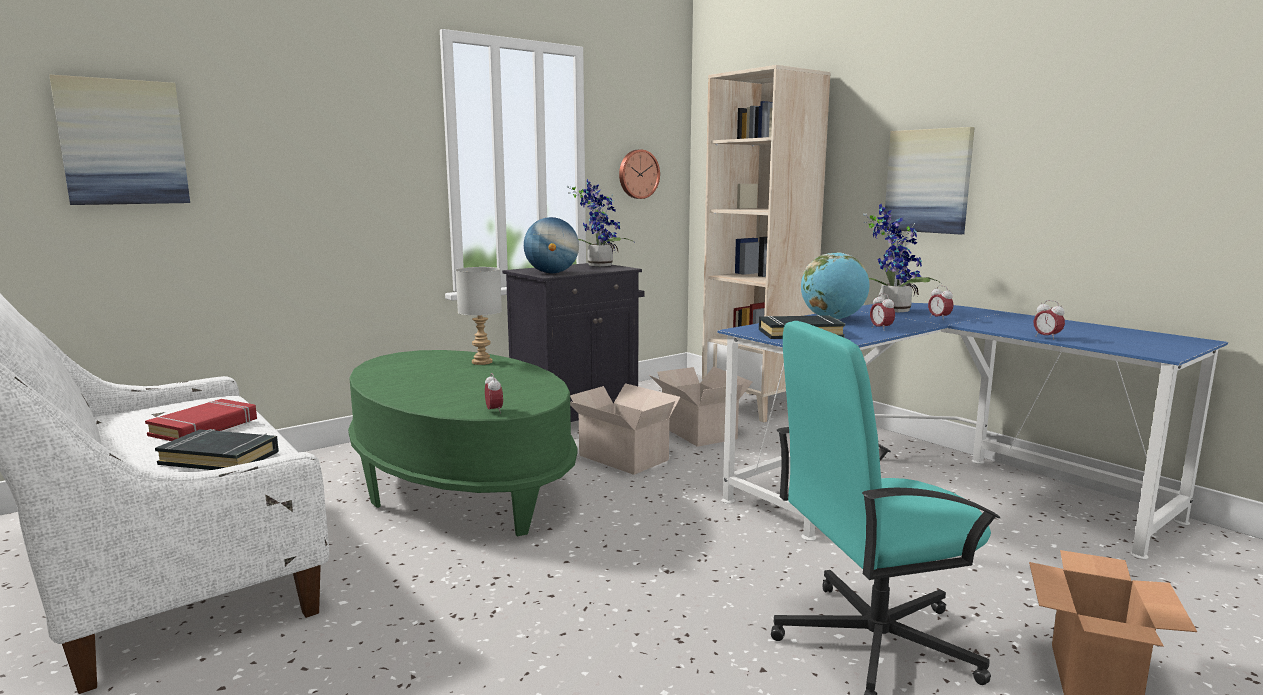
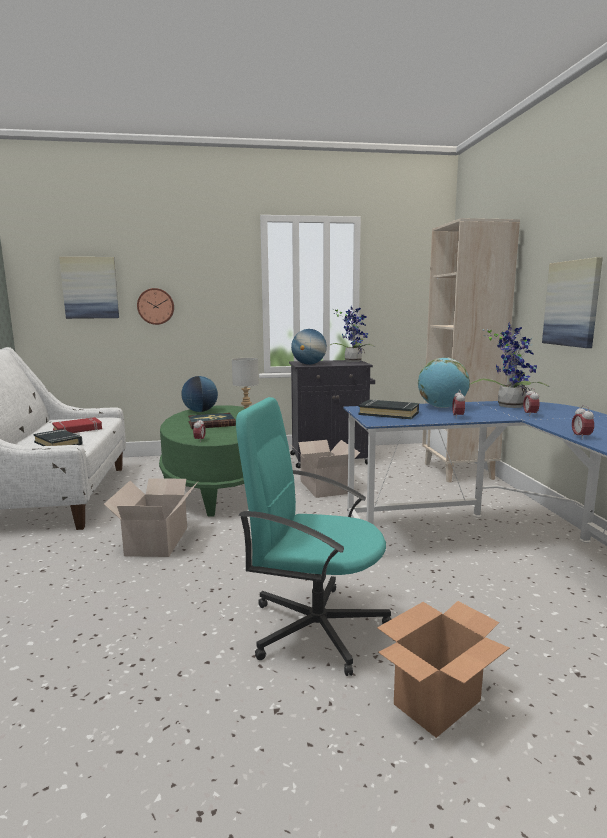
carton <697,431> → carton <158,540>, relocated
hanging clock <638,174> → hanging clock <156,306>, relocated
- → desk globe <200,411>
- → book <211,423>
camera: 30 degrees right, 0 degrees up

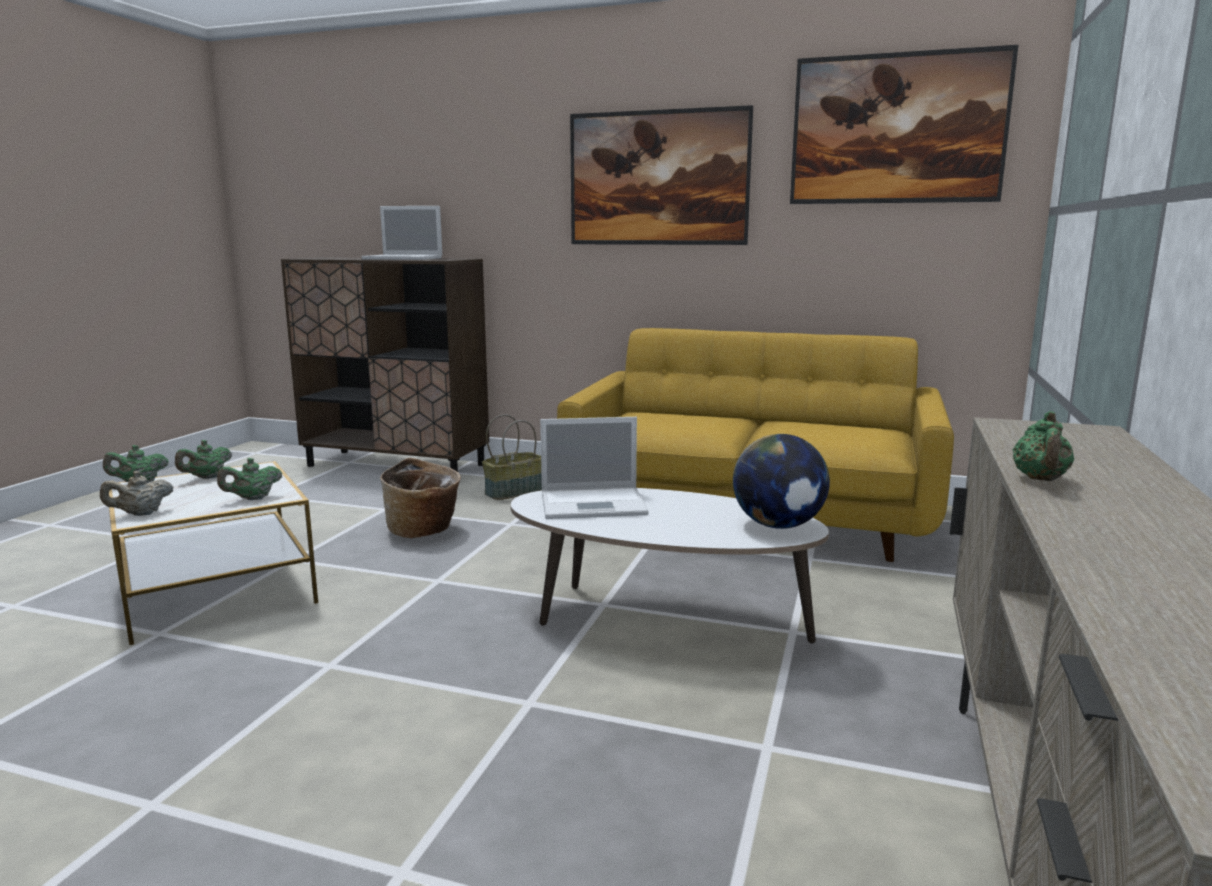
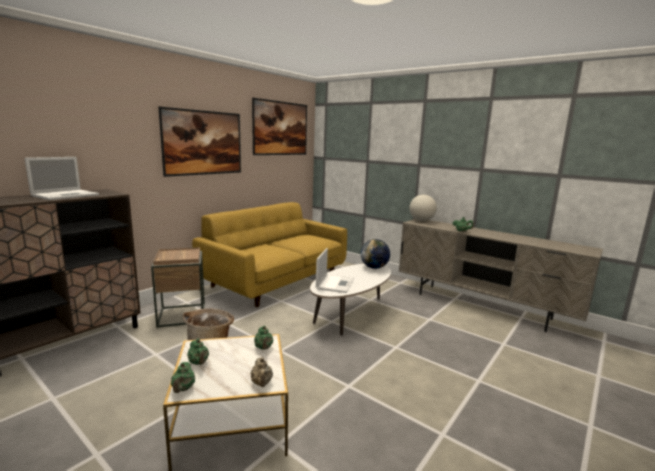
basket <514,491> → brown end table <182,315>
- → desk globe <421,220>
camera: 70 degrees left, 0 degrees up

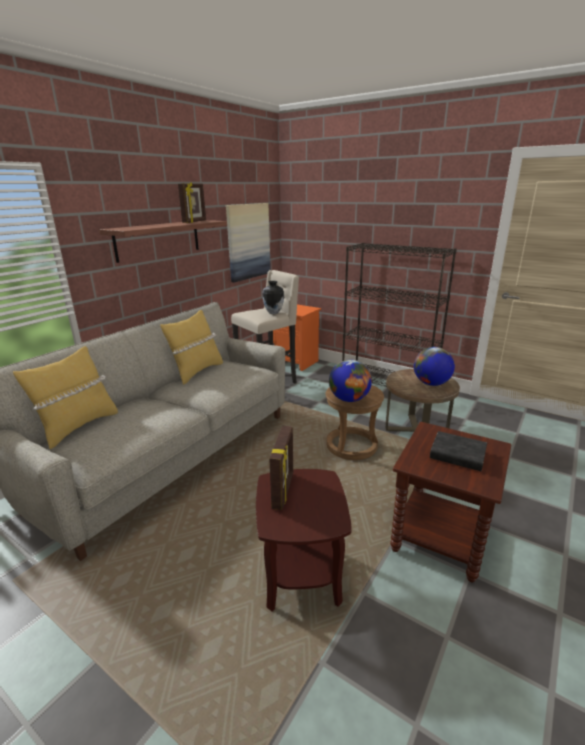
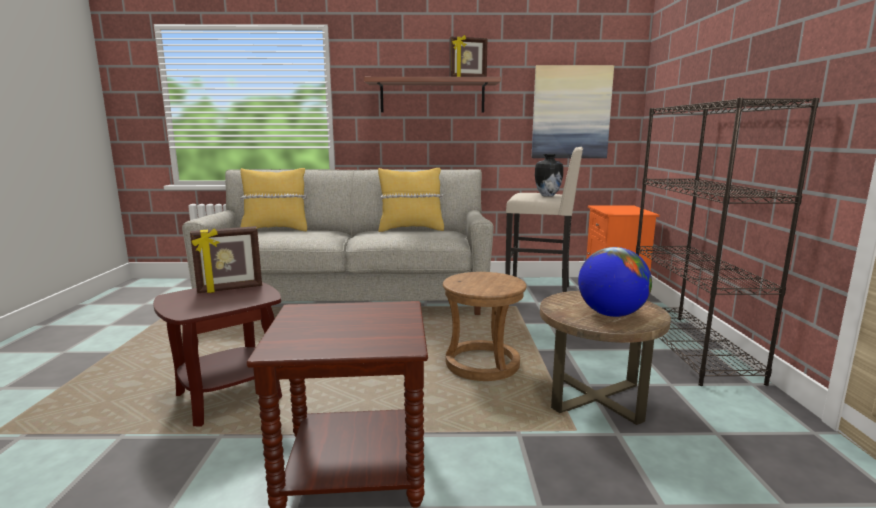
desk globe <349,399> → -
blackish book <457,455> → -
camera: 55 degrees right, 10 degrees down

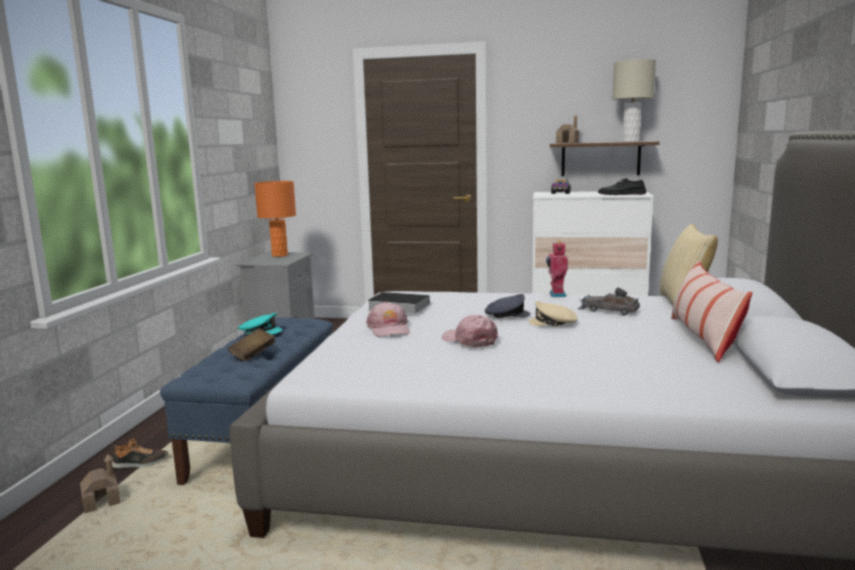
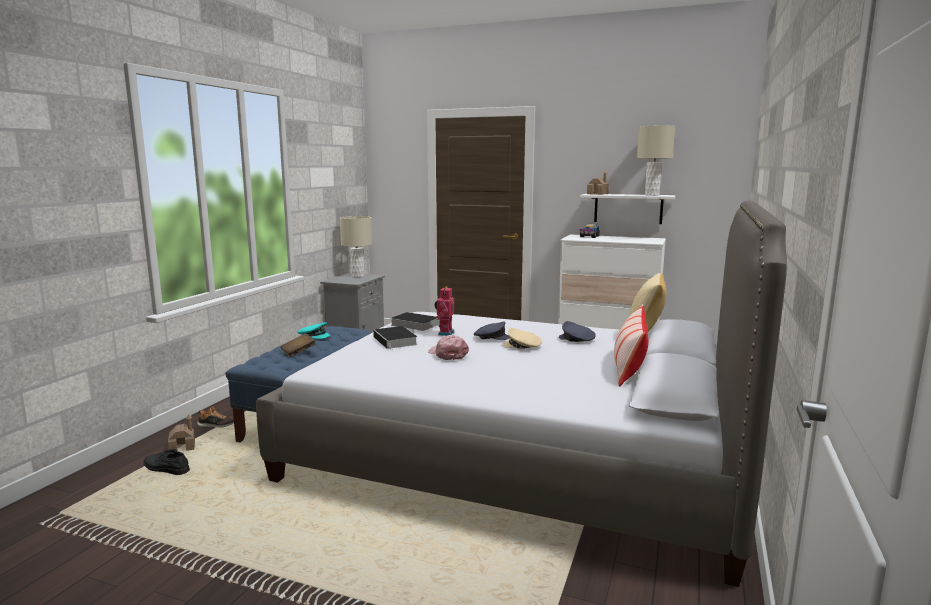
blackish shoe <621,194> → blackish shoe <165,468>, relocated
orangey tabletop lamp <279,255> → sand-coloured tabletop lamp <357,276>
pinkish cap <389,329> → book <396,341>
toy robot <556,295> → toy robot <445,333>, relocated
gray miniature car <608,310> → gray cap <576,339>
brown bracket shelf <600,159> → white bracket shelf <628,208>
camera: 10 degrees right, 0 degrees up

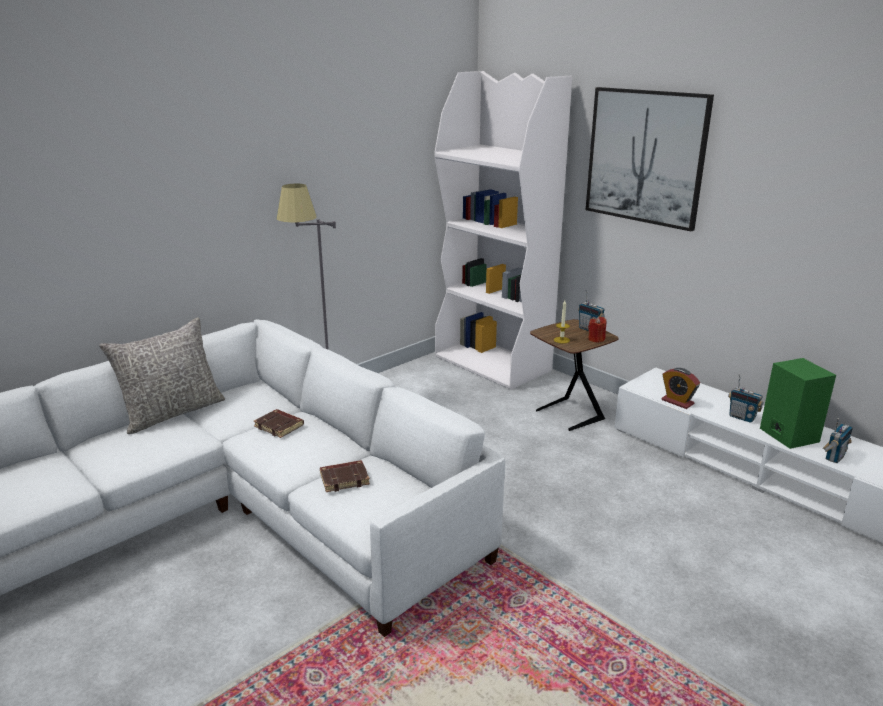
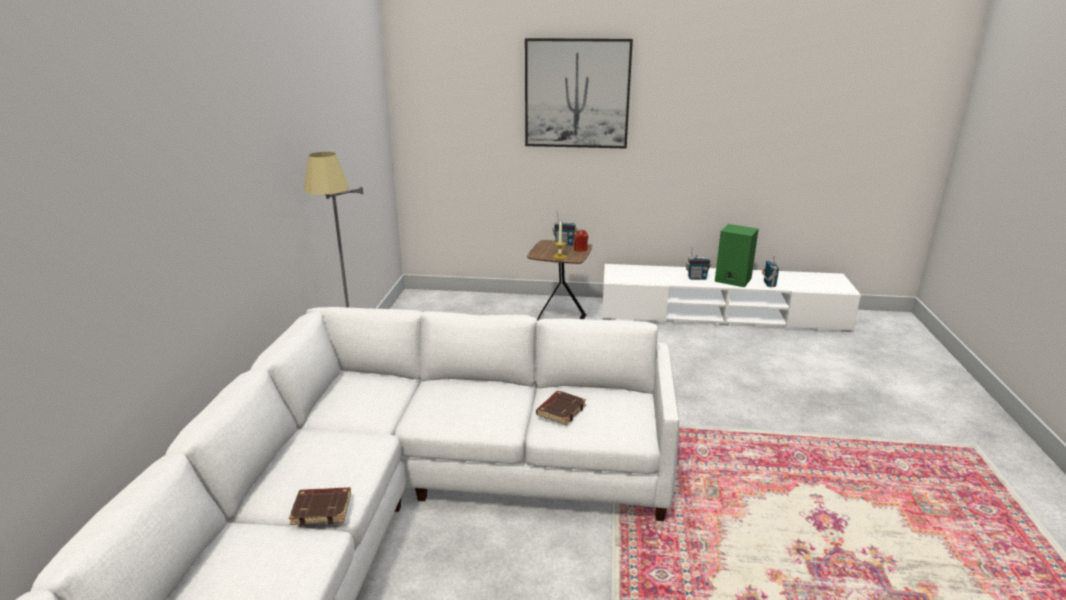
brown book <280,426> → brown book <322,509>, relocated
gray throw pillow <172,412> → -
white bookcase <493,363> → -
bedside clock <677,402> → -
camera: 40 degrees left, 0 degrees up

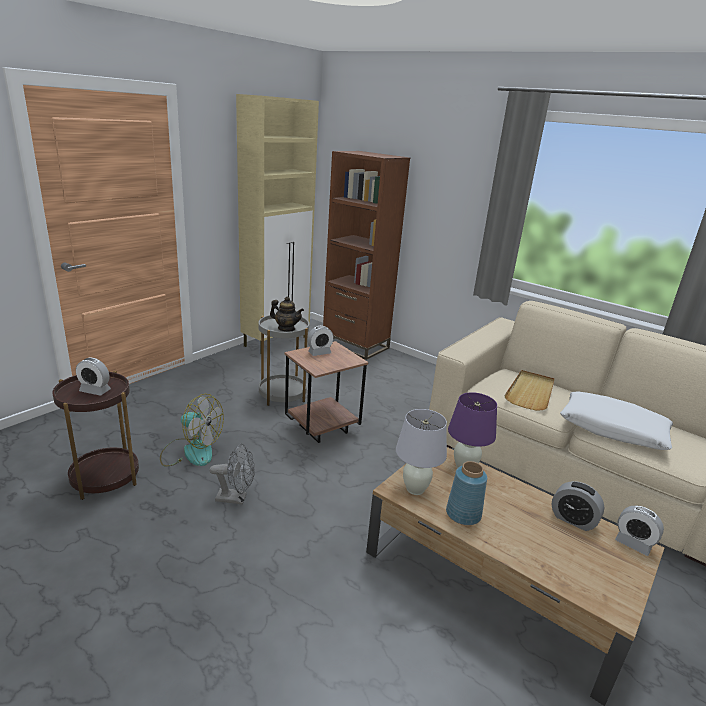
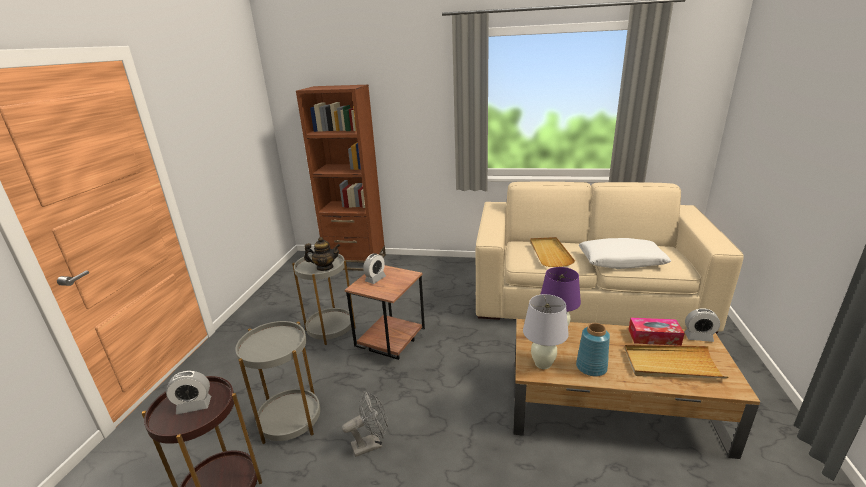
cooling fan <191,451> → gray end table <290,421>
- → sand-coloured serving tray <671,364>
bedside clock <573,520> → tissue holder <654,337>
sand-coloured storage cabinet <276,341> → -
camera: 25 degrees left, 0 degrees up

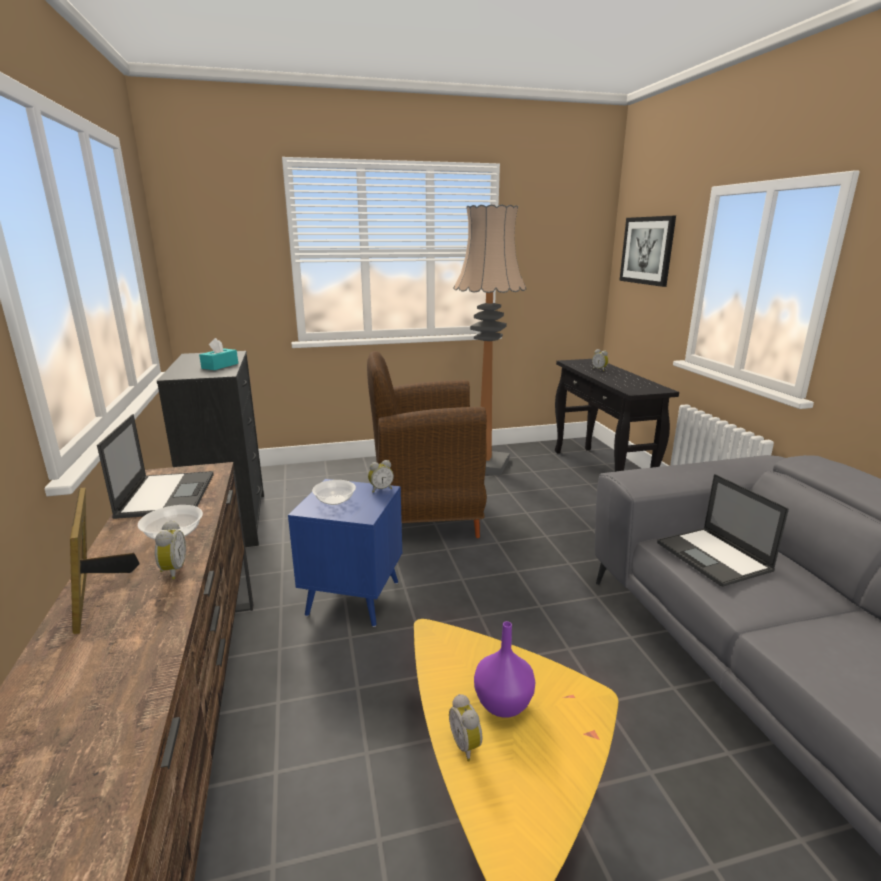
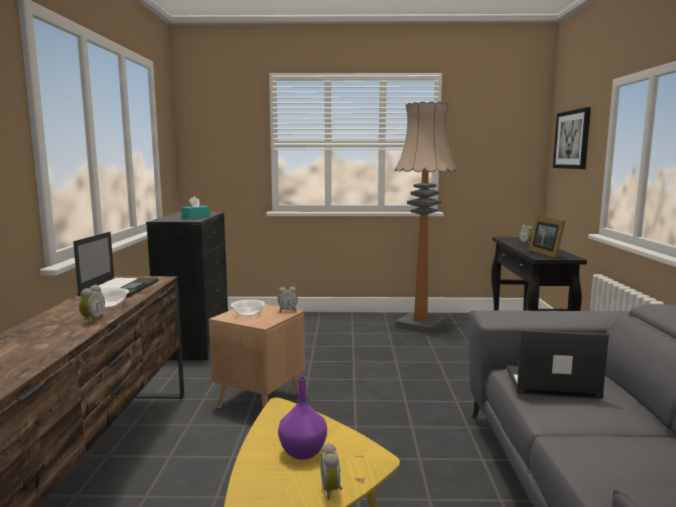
bluish end table <353,598> → brown end table <260,401>
bedside clock <467,745> → bedside clock <332,490>, relocated
laptop <714,557> → laptop <550,382>, 105 degrees clockwise
photo frame <98,593> → photo frame <546,254>, relocated
brown armchair <426,515> → -
camera: 15 degrees right, 10 degrees down

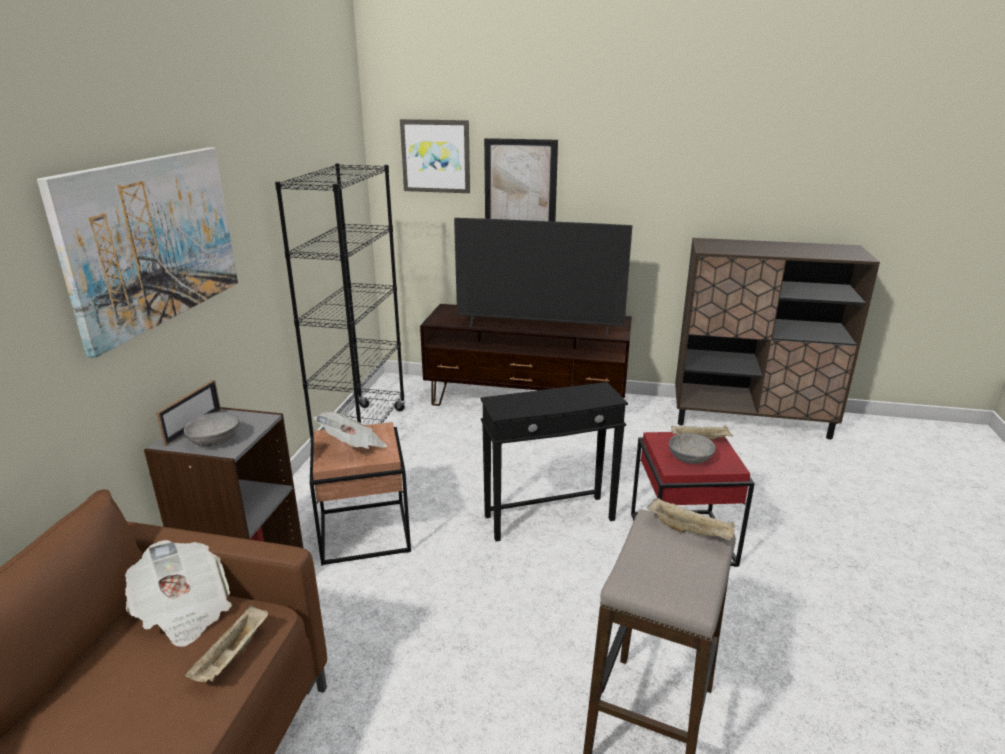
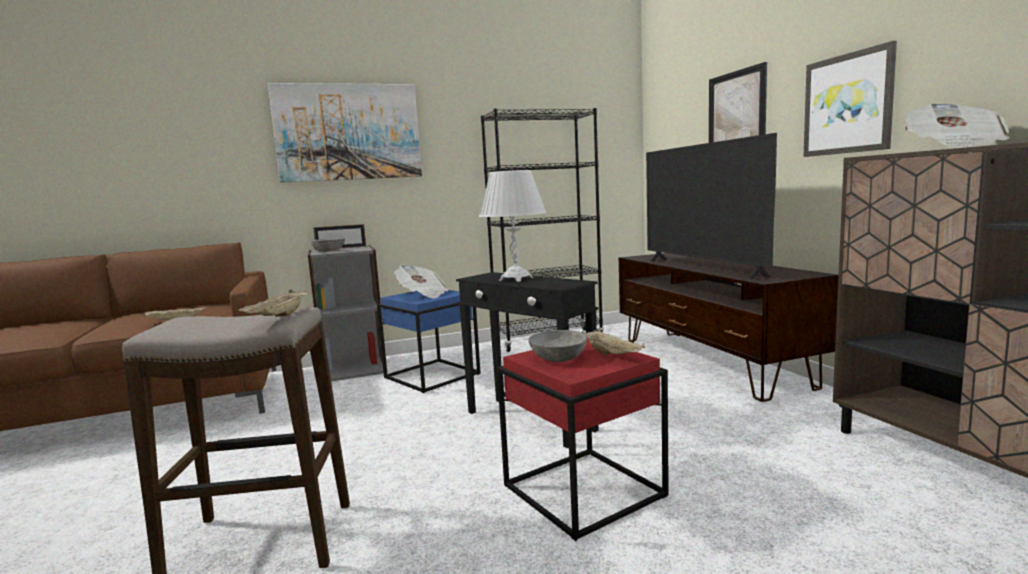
brown end table <365,532> → bluish end table <432,376>
- → white tabletop lamp <516,279>
picture <436,156> → picture <848,104>, relocated
printed paper <184,611> → printed paper <953,149>, relocated
camera: 60 degrees right, 15 degrees down

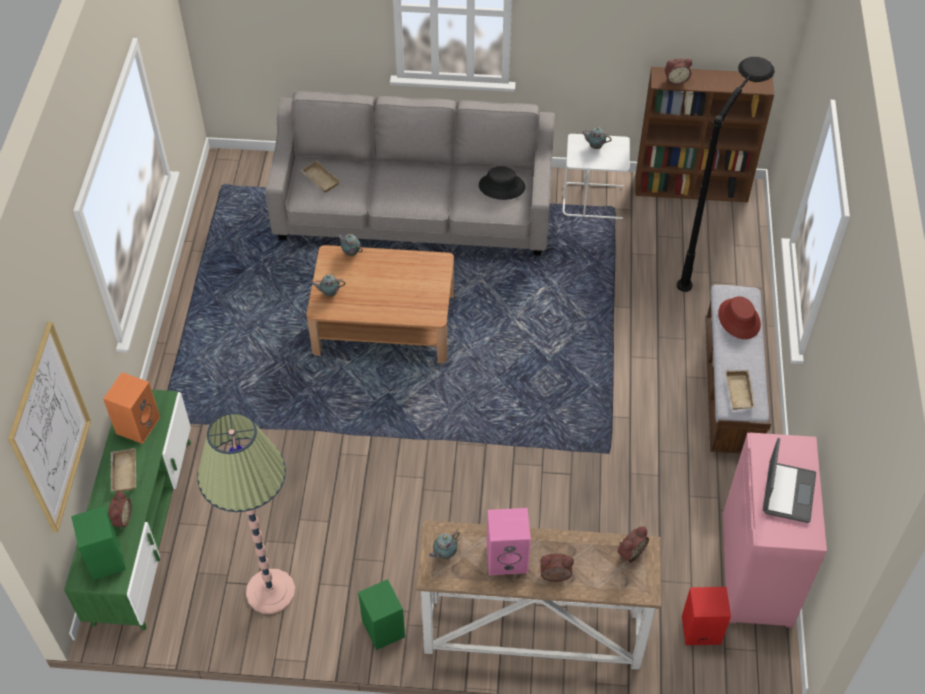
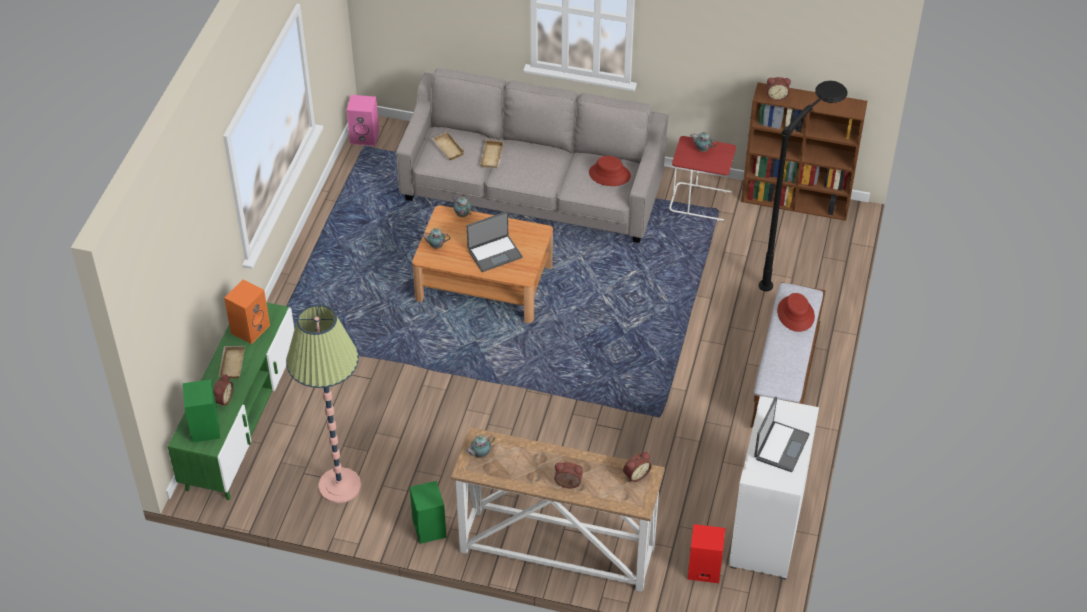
pinkish audio speaker <508,557> → pinkish audio speaker <365,136>, relocated
- → laptop <494,253>
sand-coloured serving tray <741,392> → sand-coloured serving tray <493,157>, relocated
blackish clothing hat <501,187> → reddish clothing hat <609,175>
white end table <594,200> → reddish end table <701,201>
pinkish storage cabinet <758,570> → white storage cabinet <768,530>
picture <50,428> → -
camera: 10 degrees right, 5 degrees down

